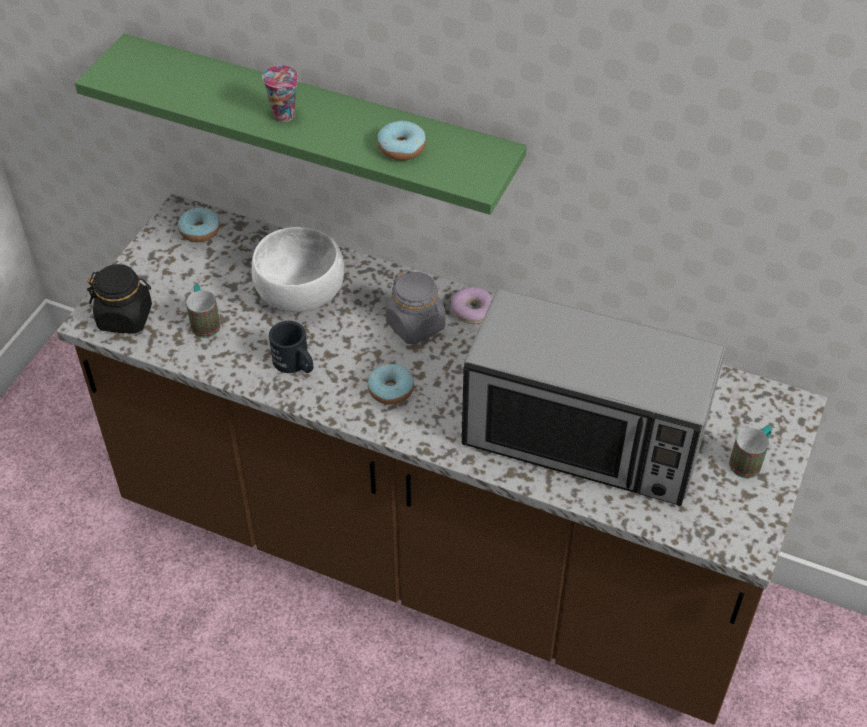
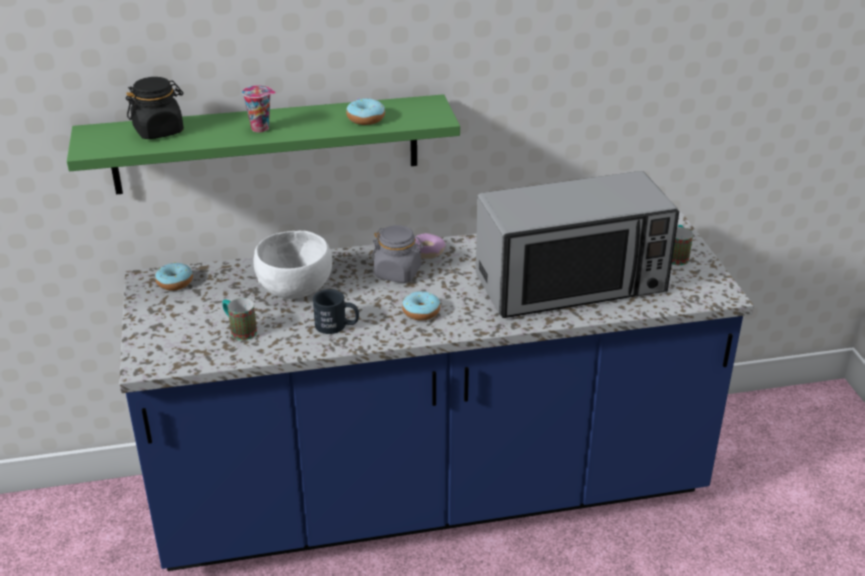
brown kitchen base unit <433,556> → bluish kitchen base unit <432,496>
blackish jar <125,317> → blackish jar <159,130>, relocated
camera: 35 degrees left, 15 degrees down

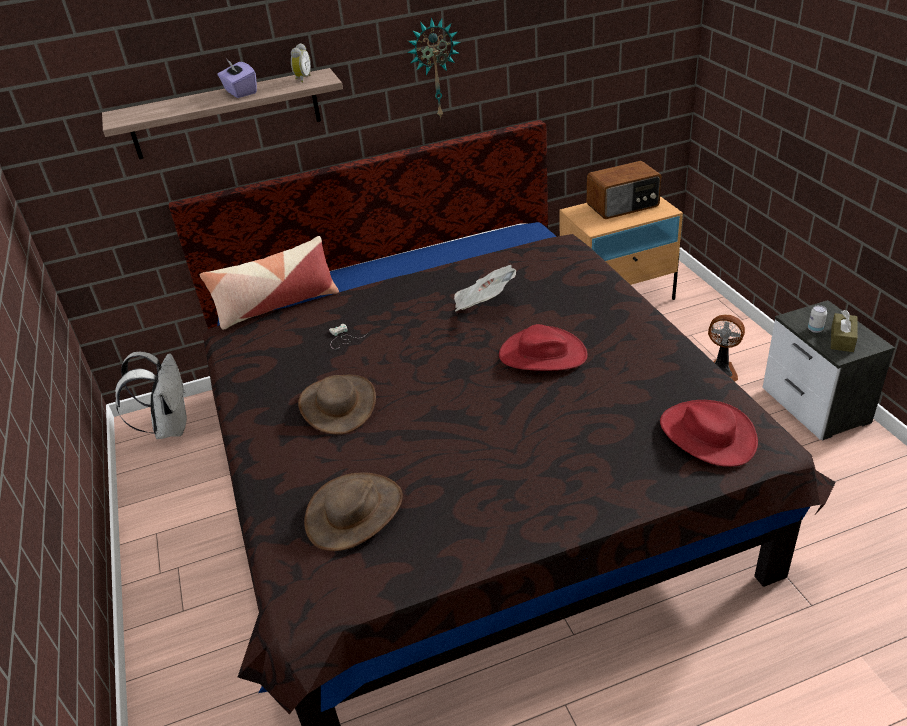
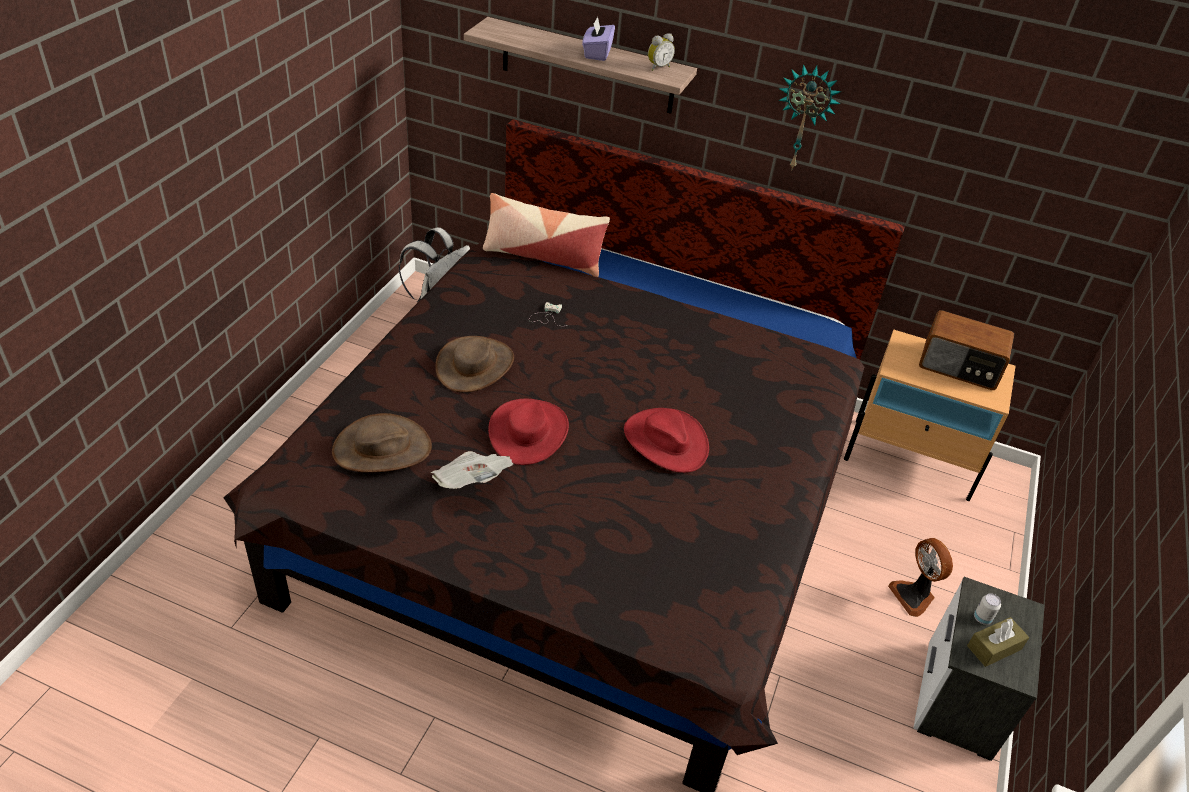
printed paper <483,303> → printed paper <471,483>, relocated
reddish clothing hat <707,434> → reddish clothing hat <529,432>, relocated
camera: 35 degrees right, 5 degrees up

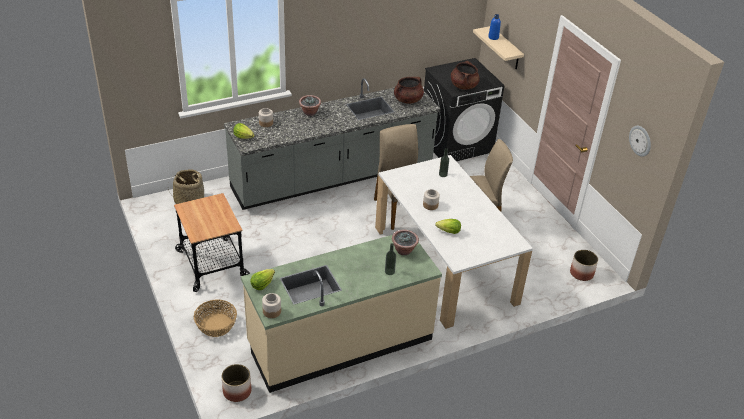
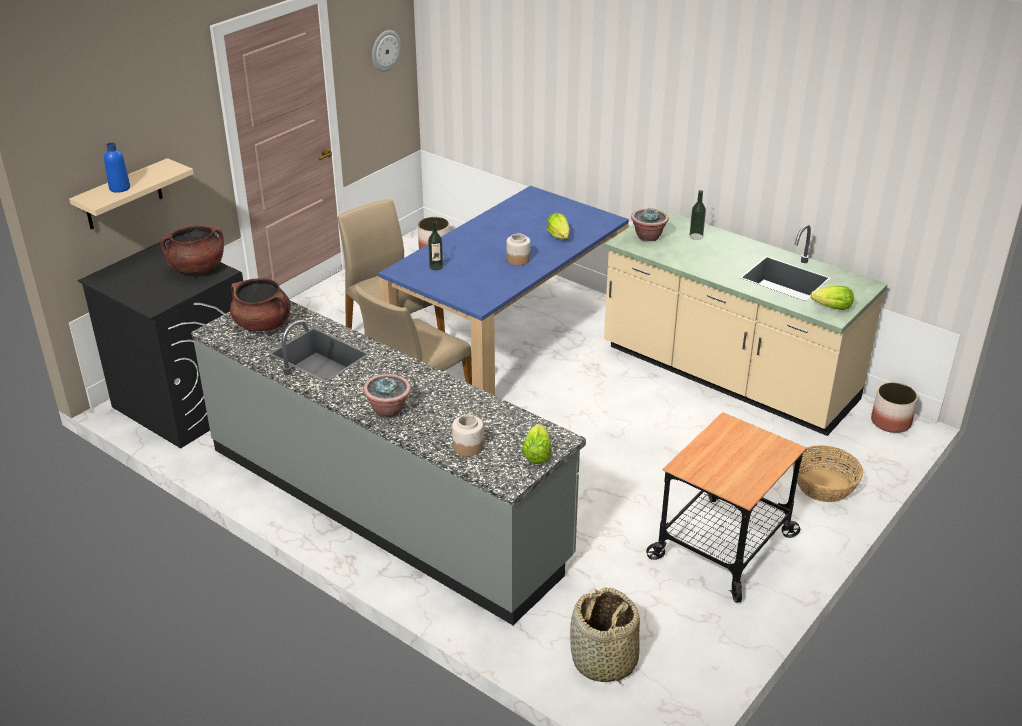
white dining table <444,264> → bluish dining table <509,340>
jar <272,311> → -
camera: 115 degrees left, 5 degrees down

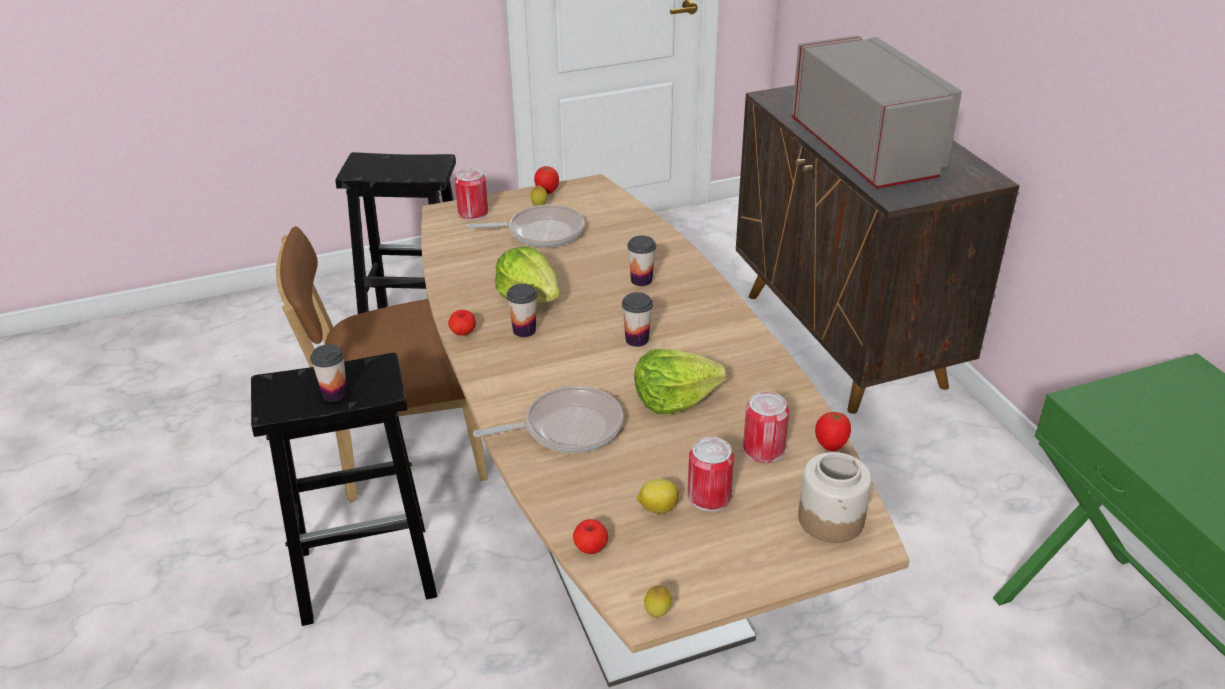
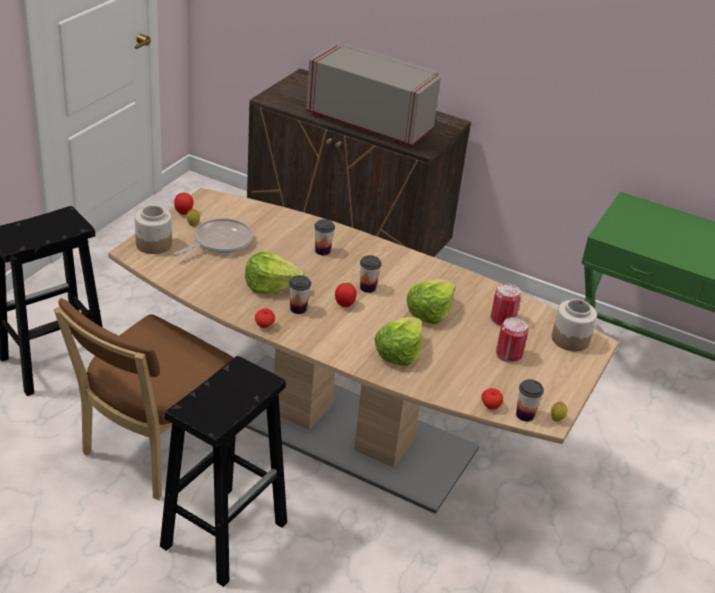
metal can <473,213> → jar <154,244>
whole tomato <831,446> → whole tomato <345,304>, relocated
pan <567,428> → head of lettuce <398,353>
cup <334,393> → cup <525,415>, relocated
citrus fruit <657,508> → -
camera: 45 degrees left, 0 degrees up

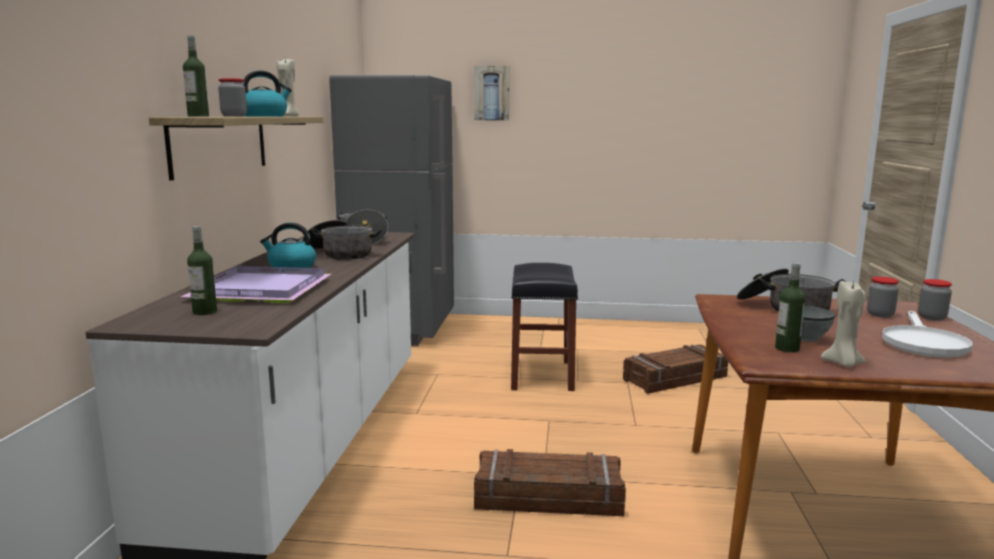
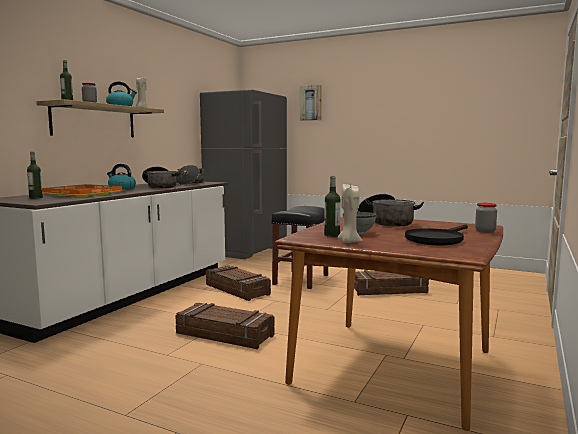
purple serving tray <262,290> → orangey serving tray <83,194>
- → shipping crate <237,289>
white pan <922,343> → blackish pan <437,239>
jar <880,314> → -
camera: 20 degrees right, 5 degrees down

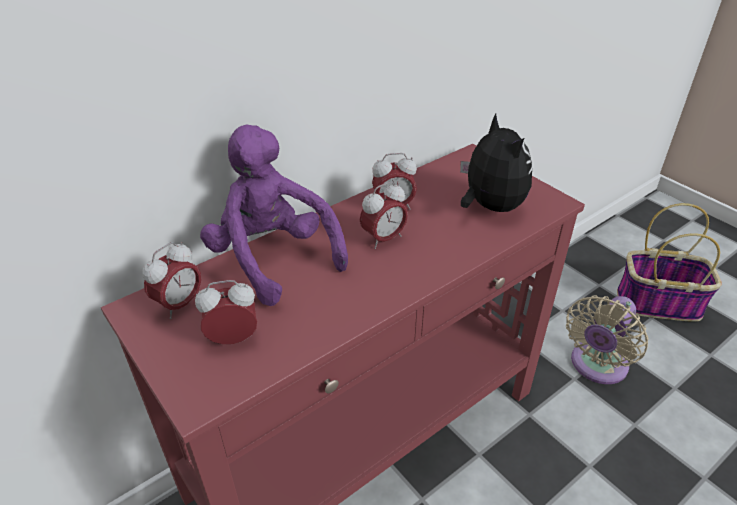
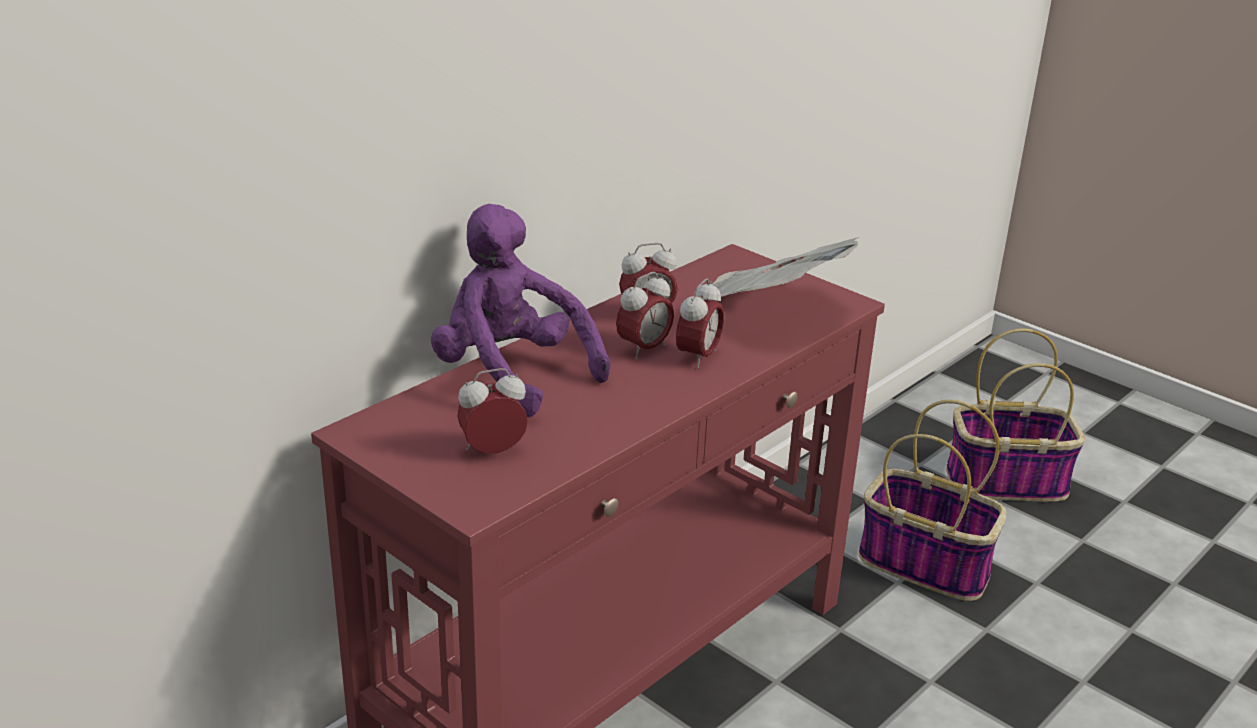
bedside clock <179,304> → bedside clock <698,357>, relocated
cuddly toy <490,206> → printed paper <768,311>
sand-coloured cooling fan <596,366> → basket <926,565>
camera: 10 degrees left, 10 degrees down

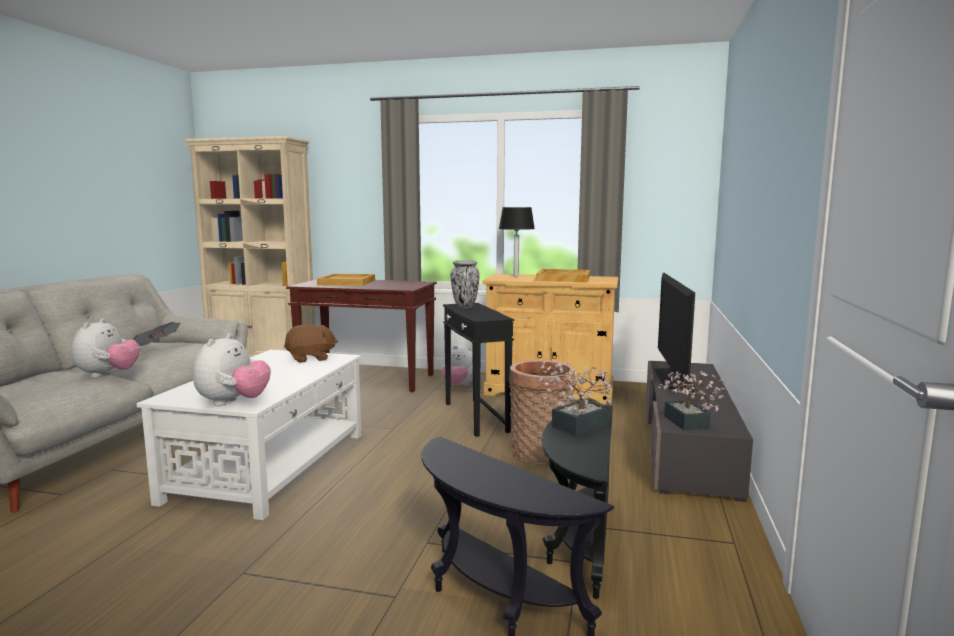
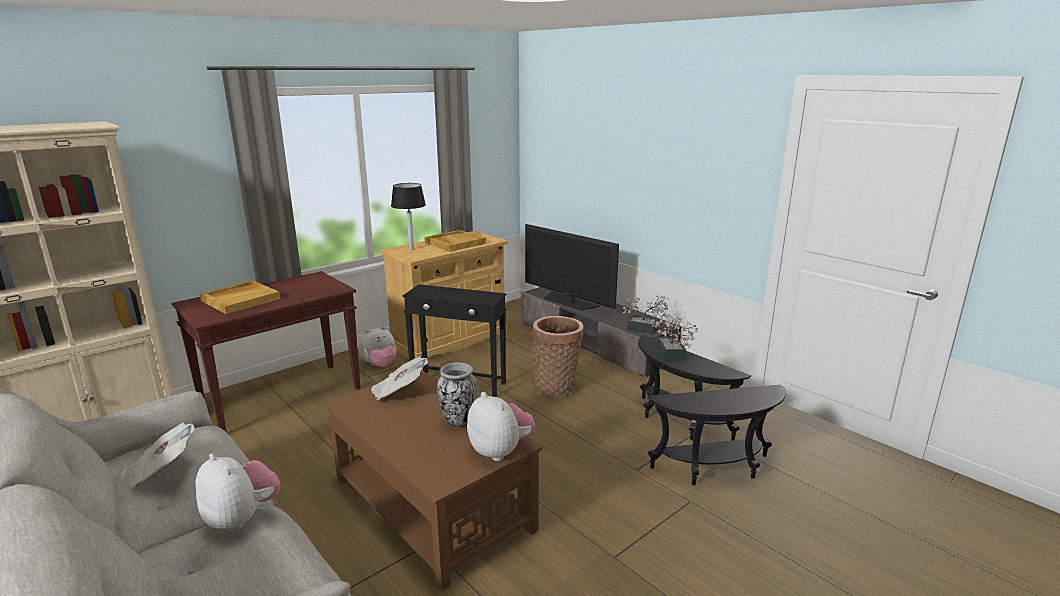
white coffee table <271,465> → brown coffee table <431,503>
brown cuddly toy <310,358> → printed paper <399,391>
flower vase <464,306> → flower vase <458,422>, relocated
camera: 55 degrees left, 10 degrees up

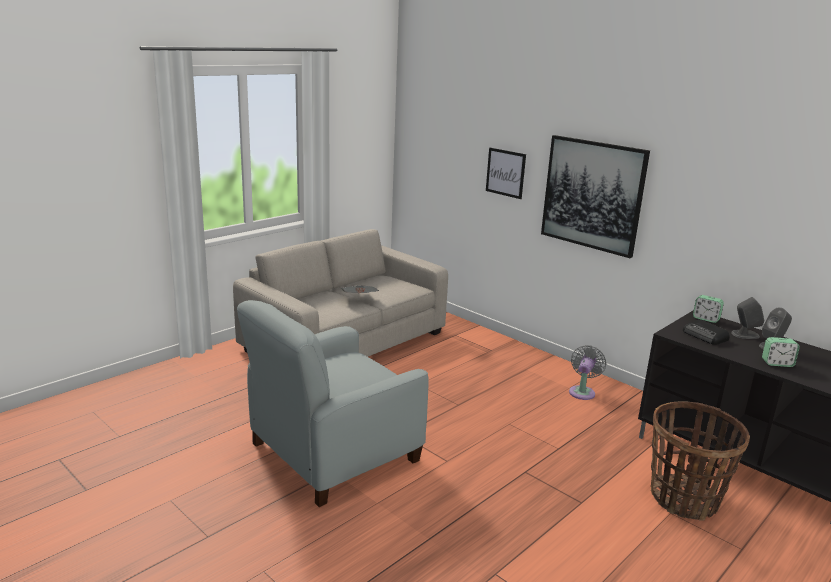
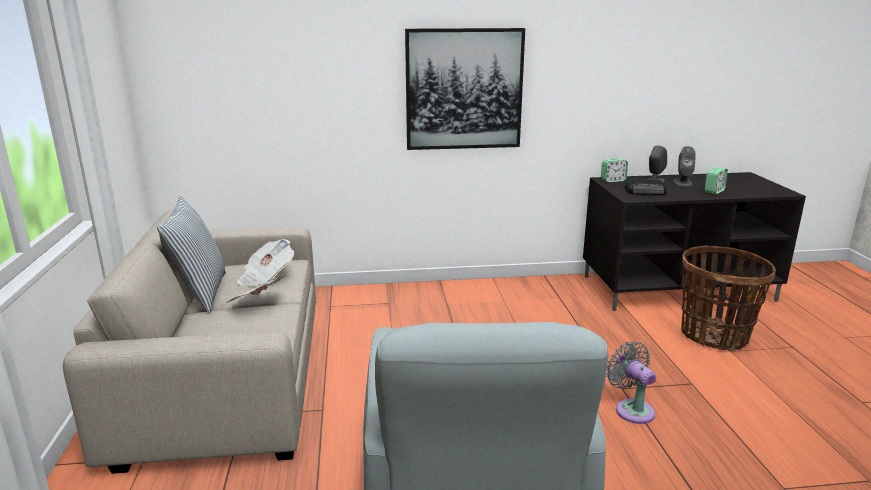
- → throw pillow <200,293>
- → printed paper <266,277>
gray cooling fan <582,392> → gray cooling fan <632,409>, relocated
picture <505,173> → -
camera: 50 degrees left, 0 degrees up

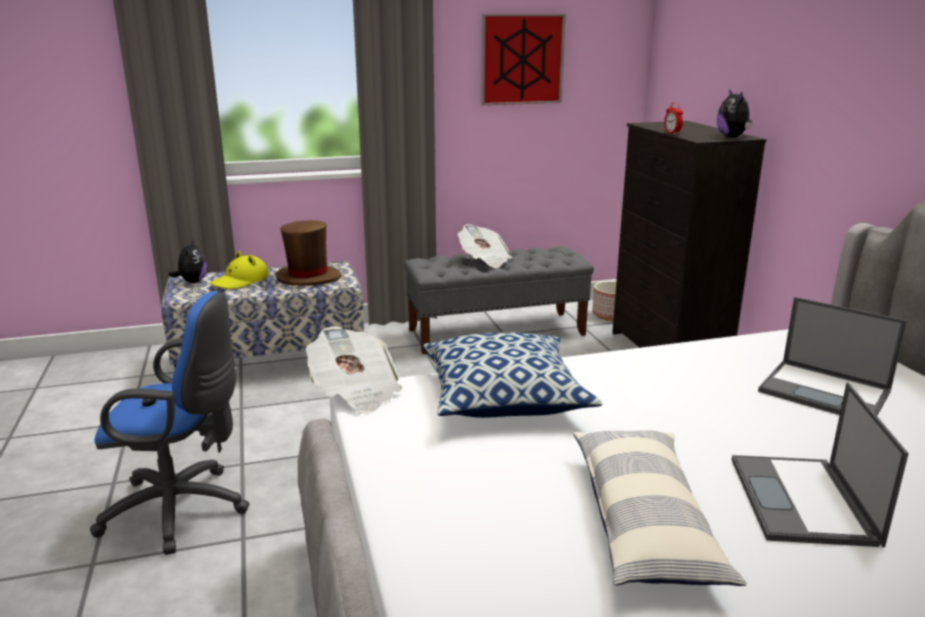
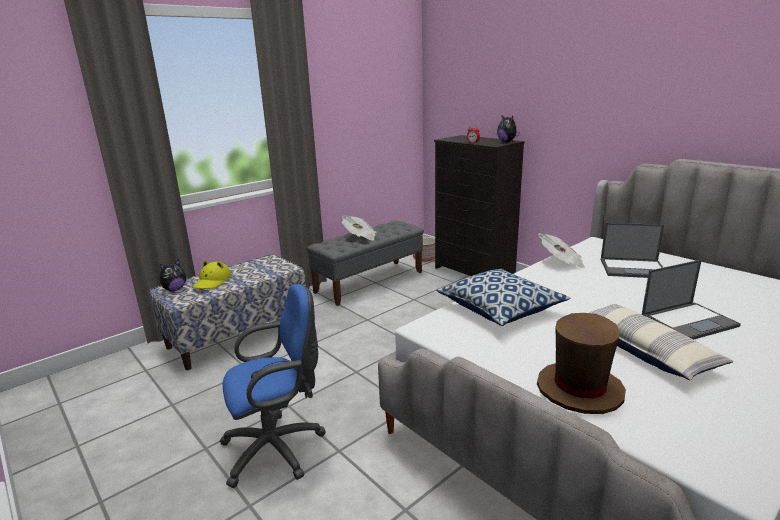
cuddly toy <192,282> → cuddly toy <174,289>, 75 degrees clockwise
brown clothing hat <308,277> → brown clothing hat <579,389>, relocated
printed paper <355,392> → printed paper <561,262>, relocated
laptop <803,501> → laptop <689,321>, 90 degrees counterclockwise
picture <522,59> → -
camera: 25 degrees left, 0 degrees up

